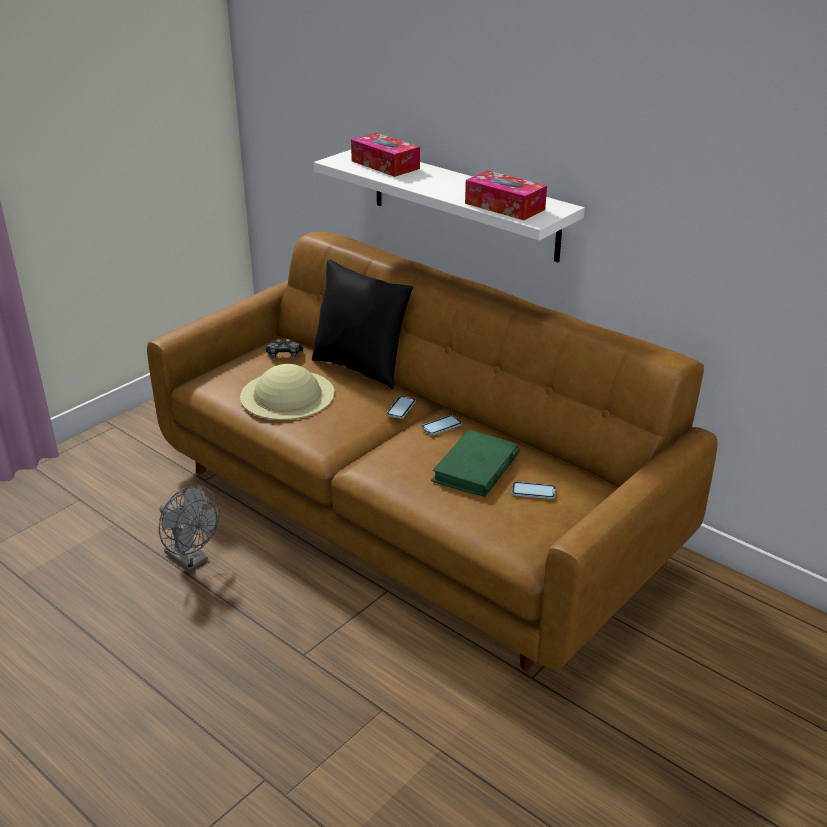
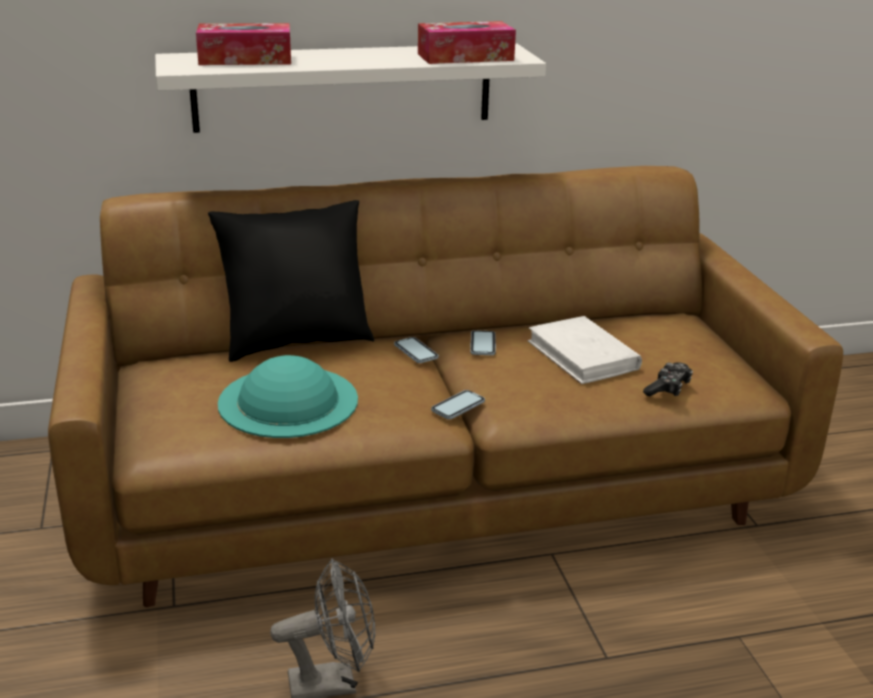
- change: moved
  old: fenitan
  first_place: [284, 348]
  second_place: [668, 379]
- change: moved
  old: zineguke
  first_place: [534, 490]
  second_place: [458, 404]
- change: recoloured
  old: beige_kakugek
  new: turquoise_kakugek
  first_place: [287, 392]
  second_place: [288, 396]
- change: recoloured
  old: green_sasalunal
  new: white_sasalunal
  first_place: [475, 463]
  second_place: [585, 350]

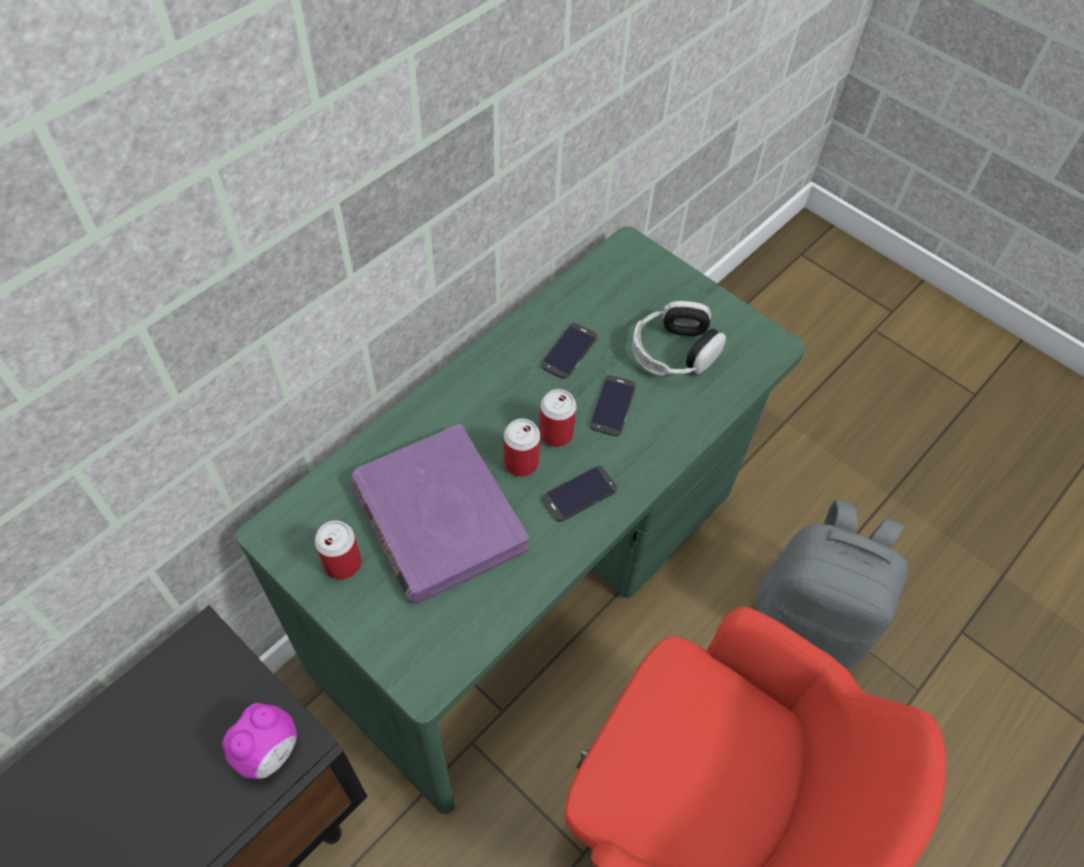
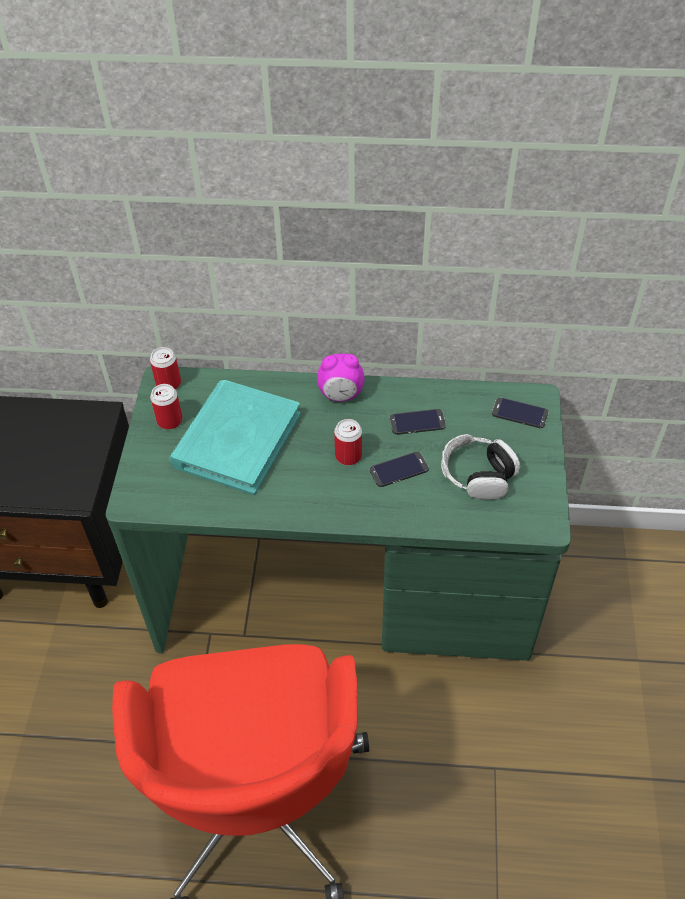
- change: removed
  old: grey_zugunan
  first_place: [831, 583]
- change: moved
  old: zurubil
  first_place: [259, 741]
  second_place: [340, 378]
- change: moved
  old: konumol
  first_place: [522, 447]
  second_place: [165, 368]
- change: moved
  old: zineguke
  first_place: [580, 494]
  second_place: [520, 412]
- change: recoloured
  old: purple_sasalunal
  new: turquoise_sasalunal
  first_place: [439, 514]
  second_place: [234, 437]

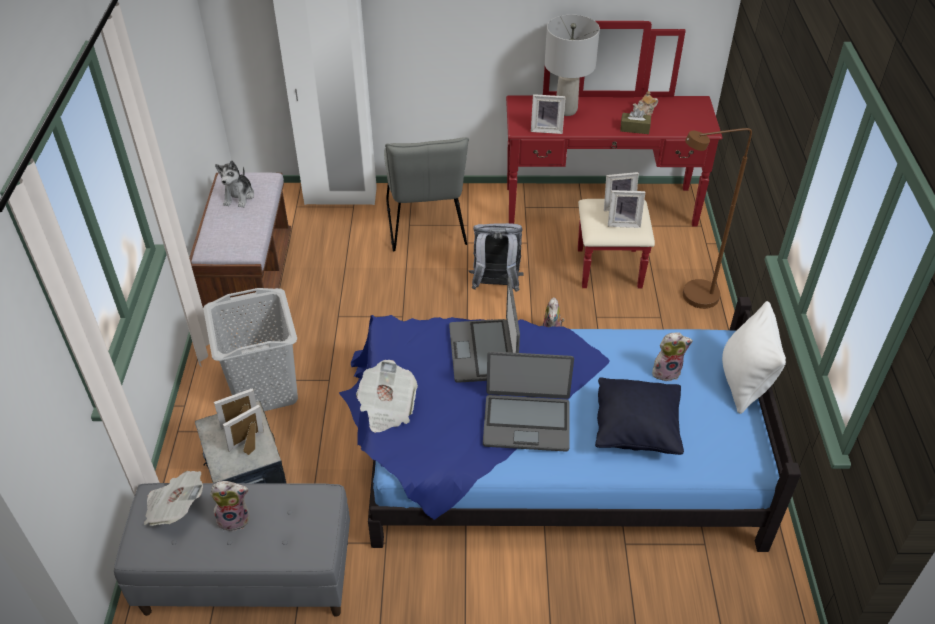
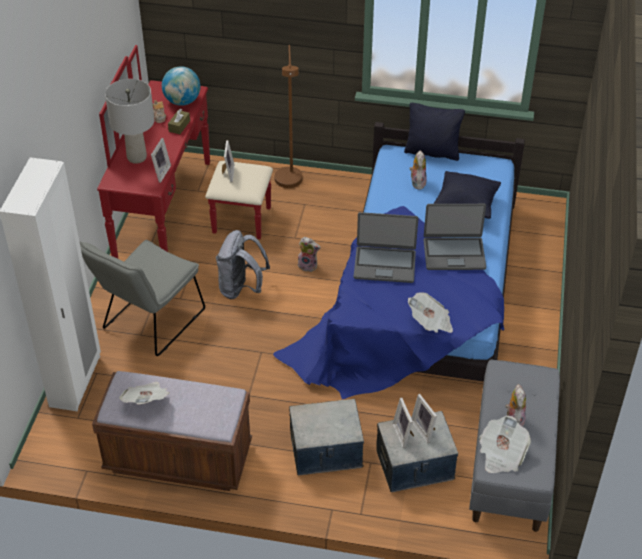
- change: removed
  old: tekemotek
  first_place: [626, 209]
- change: added
  new: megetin
  second_place: [181, 86]
- change: replaced
  old: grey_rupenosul
  new: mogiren
  first_place: [250, 349]
  second_place: [326, 437]
- change: replaced
  old: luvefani
  new: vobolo
  first_place: [234, 184]
  second_place: [144, 393]
- change: recoloured
  old: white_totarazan
  new: black_totarazan
  first_place: [754, 357]
  second_place: [434, 132]
- change: turned
  old: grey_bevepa
  first_place: [426, 194]
  second_place: [142, 298]
  degrees: 120
- change: turned
  old: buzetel
  first_place: [528, 401]
  second_place: [455, 237]
  degrees: 75

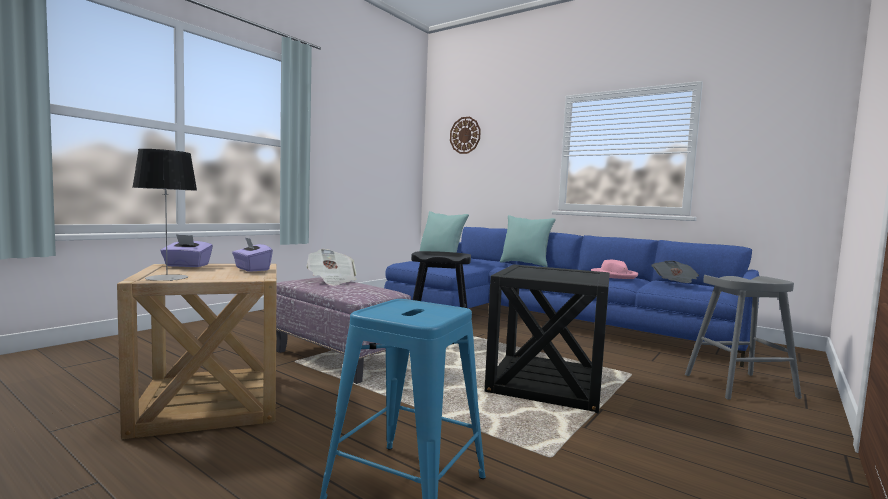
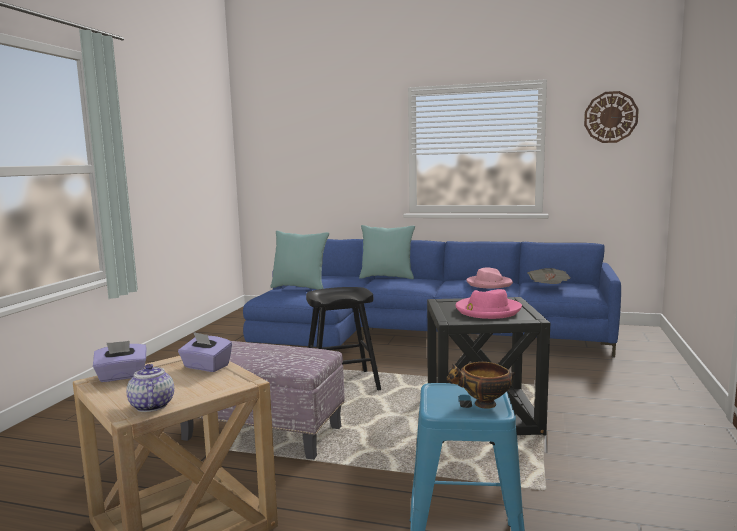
- change: removed
  old: vobolo
  first_place: [331, 267]
- change: removed
  old: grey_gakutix
  first_place: [743, 337]
- change: added
  new: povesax
  second_place: [480, 385]
- change: added
  new: pink_kakugek
  second_place: [489, 304]
- change: moved
  old: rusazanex
  first_place: [465, 135]
  second_place: [611, 117]
- change: replaced
  old: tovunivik
  new: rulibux
  first_place: [165, 215]
  second_place: [150, 388]

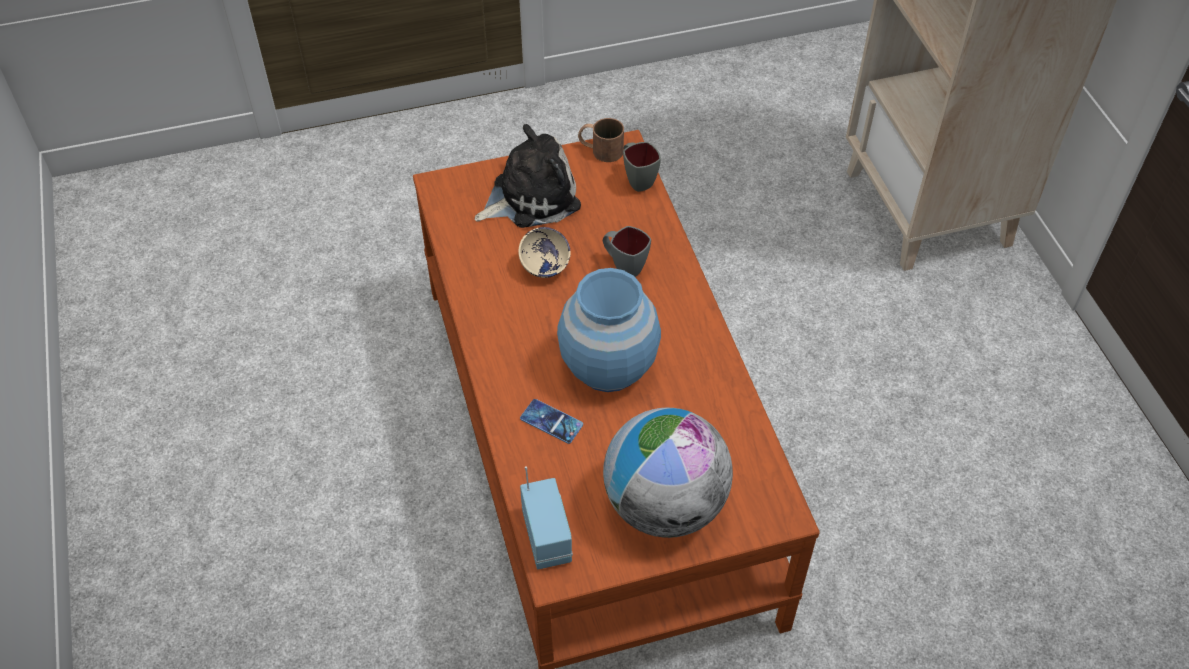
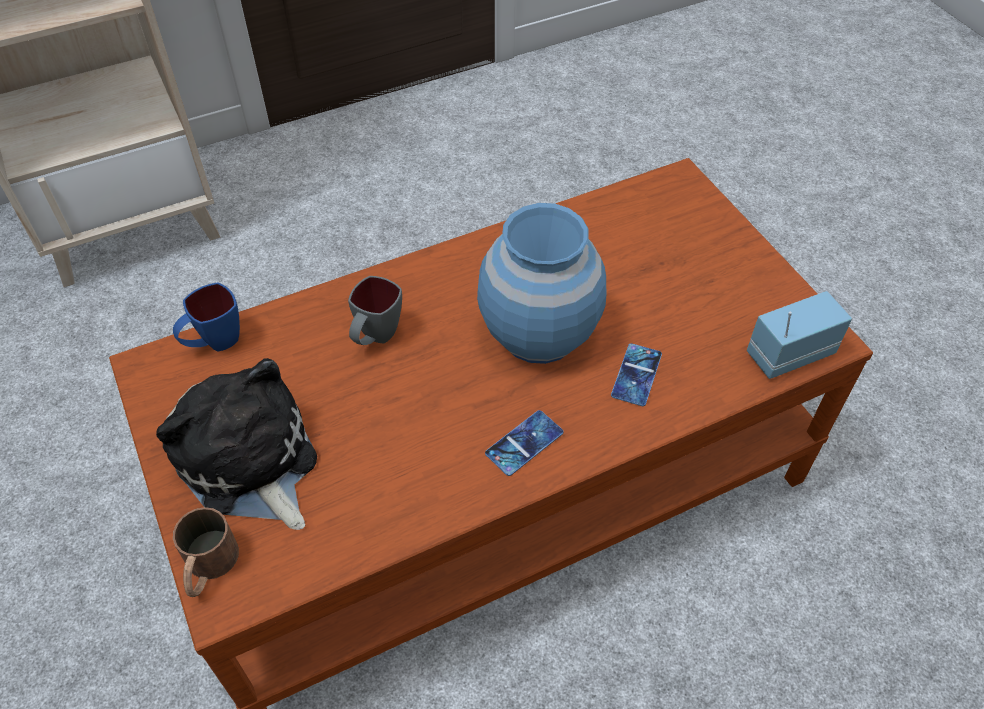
- change: removed
  old: beige_povesax
  first_place: [545, 252]
- change: removed
  old: megetin
  first_place: [668, 473]
- change: added
  new: zineguke
  second_place: [524, 443]
- change: moved
  old: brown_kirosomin
  first_place: [601, 140]
  second_place: [206, 552]
- change: recoloured
  old: grey_kirosomin
  new: blue_kirosomin
  first_place: [642, 167]
  second_place: [206, 317]

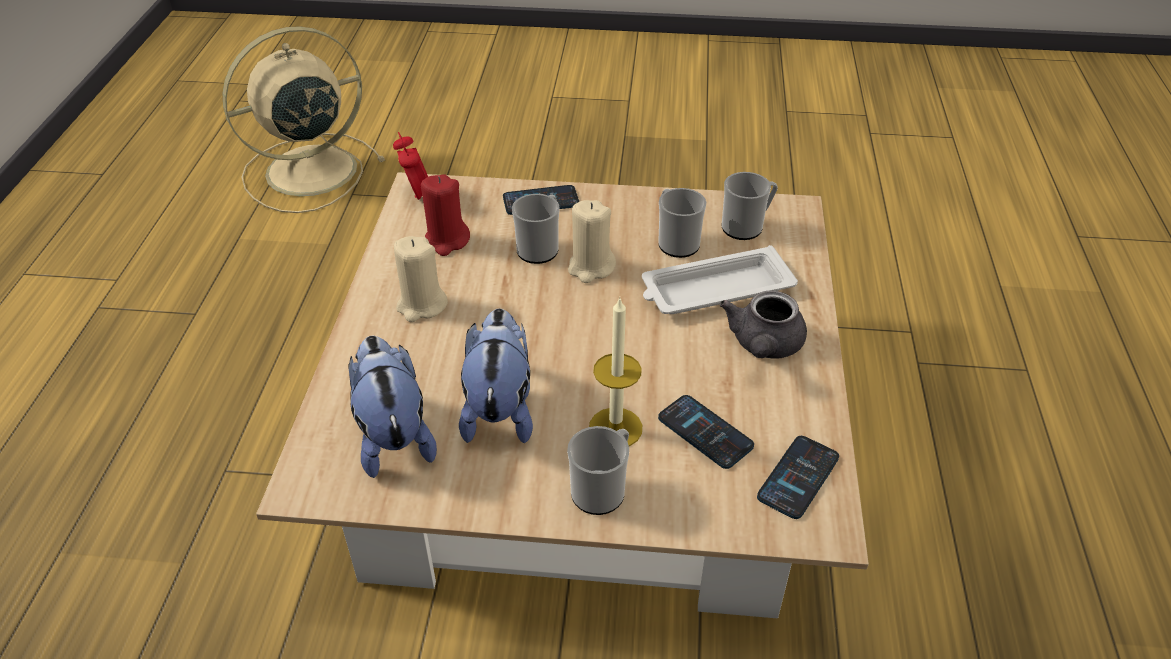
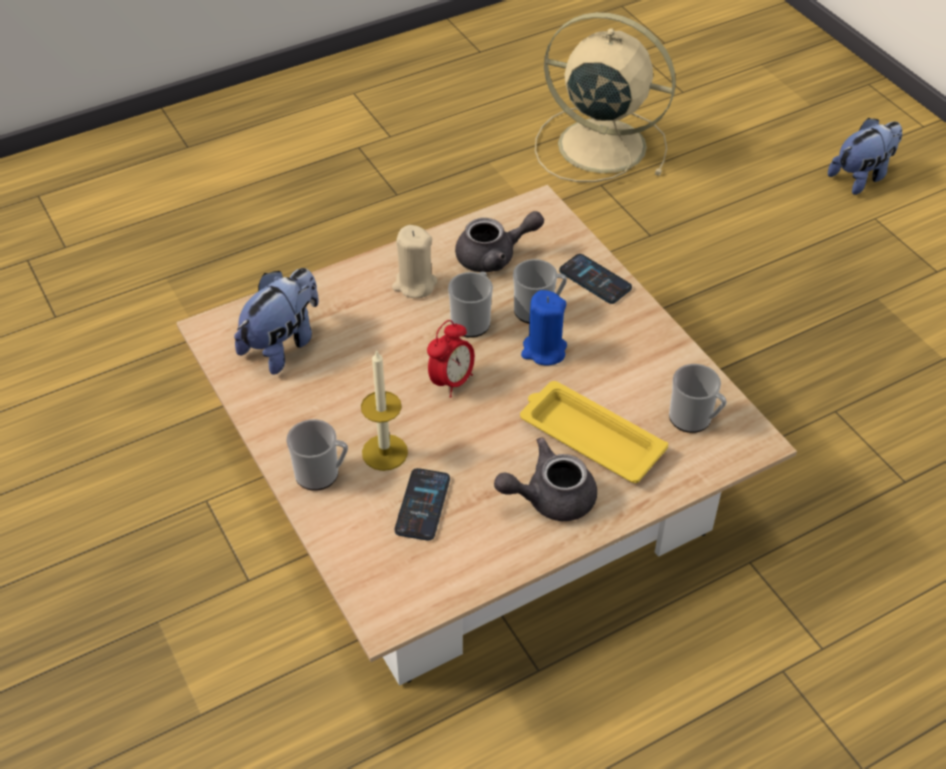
- change: removed
  old: zineguke
  first_place: [798, 477]
- change: moved
  old: zurubil
  first_place: [410, 166]
  second_place: [451, 359]
- change: moved
  old: luvefani
  first_place: [496, 375]
  second_place: [865, 156]
- change: moved
  old: kirosomin
  first_place: [682, 223]
  second_place: [470, 305]
- change: replaced
  old: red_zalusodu
  new: grey_rulibux
  first_place: [445, 215]
  second_place: [499, 241]
- change: recoloured
  old: beige_zalusodu
  new: blue_zalusodu
  first_place: [592, 241]
  second_place: [544, 327]
- change: recoloured
  old: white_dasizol
  new: yellow_dasizol
  first_place: [720, 279]
  second_place: [594, 432]

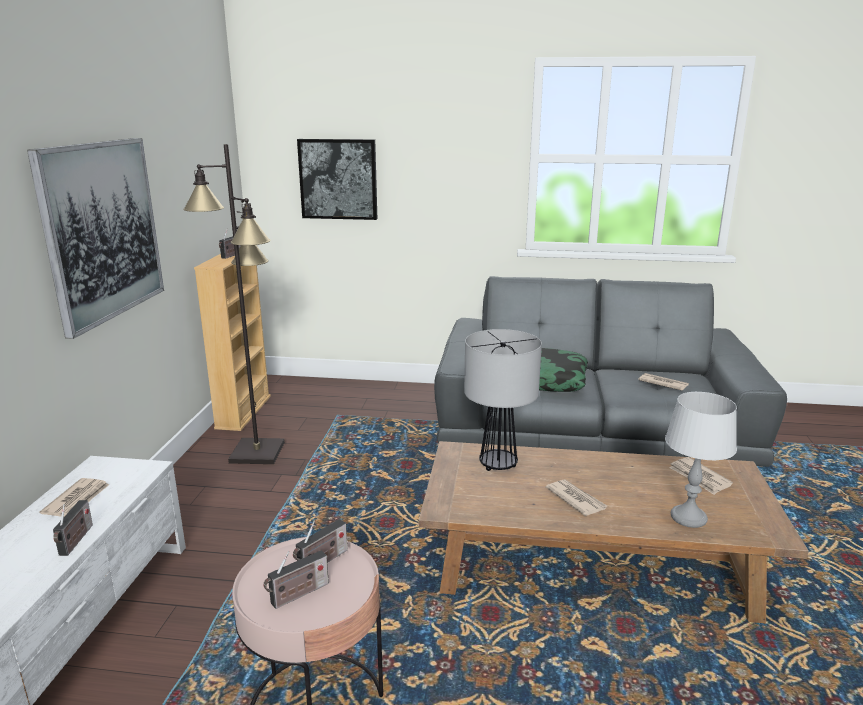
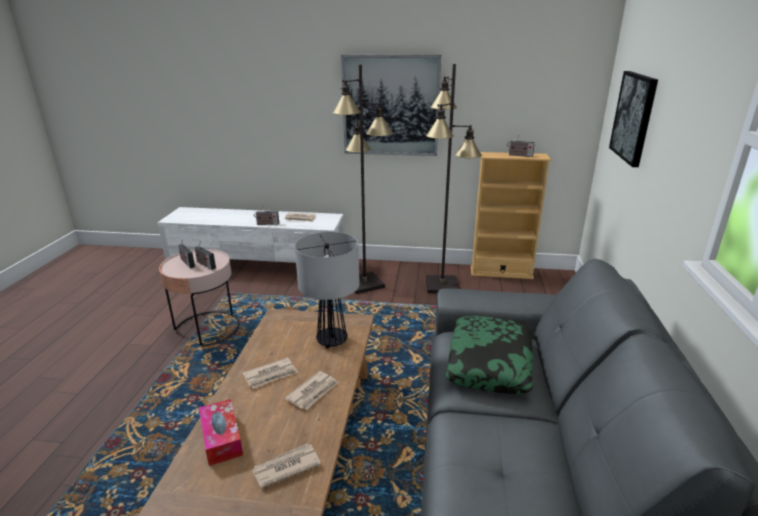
- change: added
  new: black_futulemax
  second_place: [363, 179]
- change: moved
  old: vobolo
  first_place: [663, 382]
  second_place: [311, 390]
- change: replaced
  old: grey_tovunivik
  new: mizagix
  first_place: [701, 460]
  second_place: [221, 432]

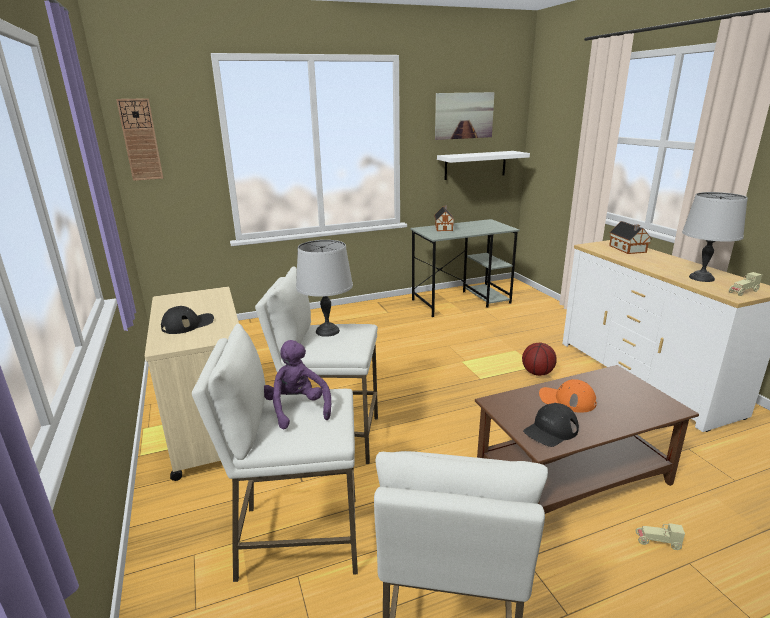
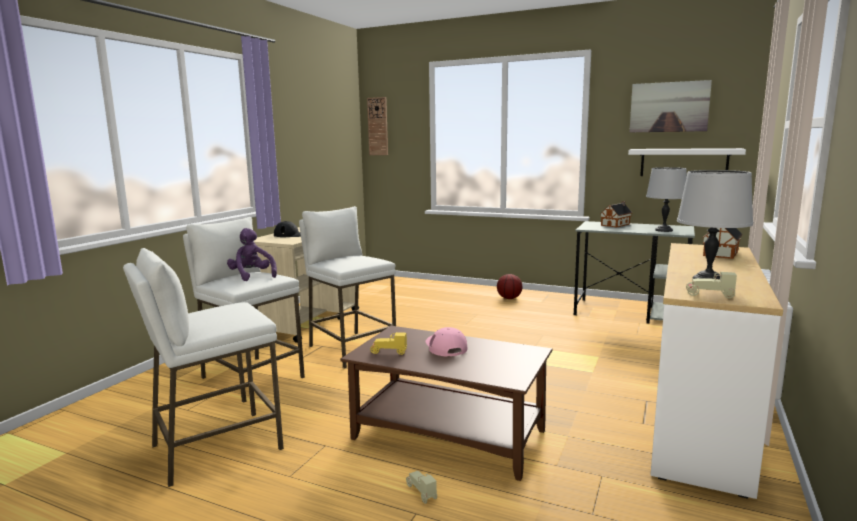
- change: moved
  old: grey_tovunivik
  first_place: [324, 288]
  second_place: [666, 199]
- change: moved
  old: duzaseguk
  first_place: [539, 359]
  second_place: [509, 286]
- change: replaced
  old: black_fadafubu
  new: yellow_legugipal
  first_place: [551, 425]
  second_place: [388, 343]
- change: recoloured
  old: orange_fadafubu
  new: pink_fadafubu
  first_place: [568, 396]
  second_place: [446, 342]
- change: turned
  old: purple_luvefani
  first_place: [297, 384]
  second_place: [252, 254]
  degrees: -60

